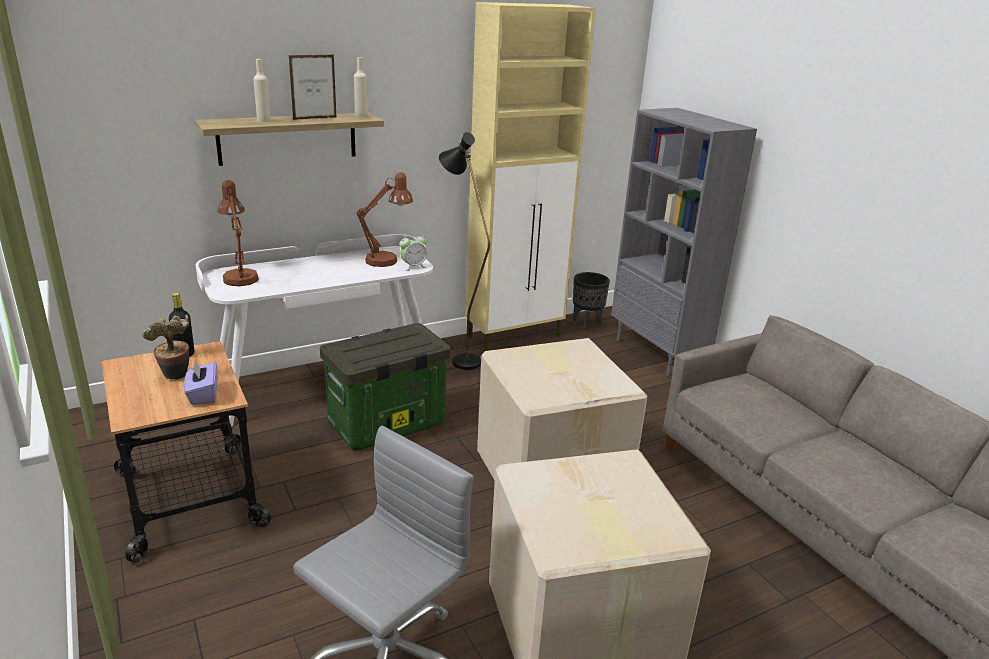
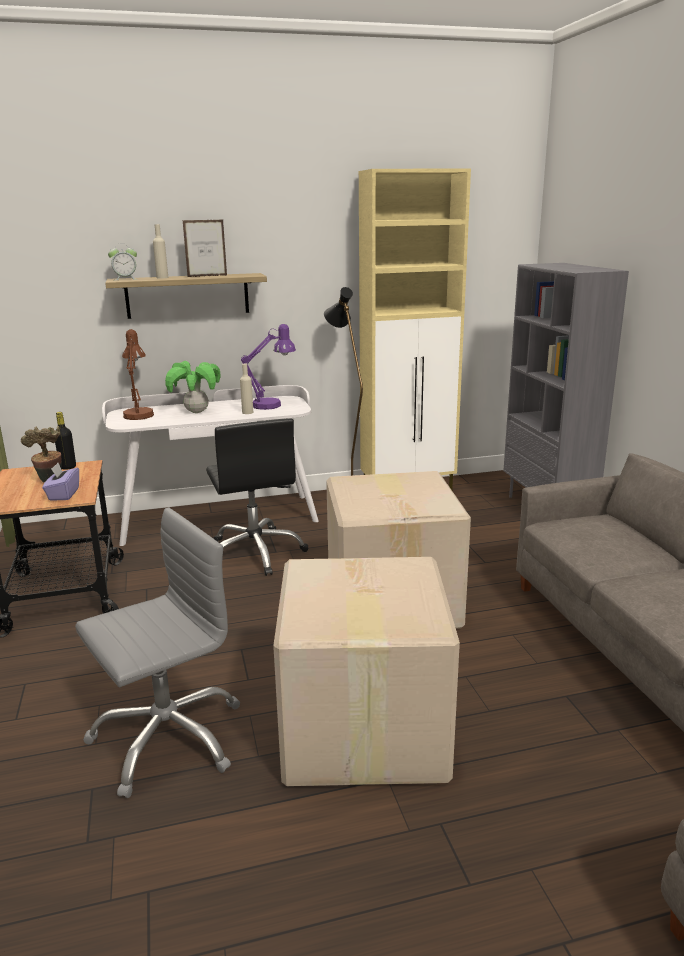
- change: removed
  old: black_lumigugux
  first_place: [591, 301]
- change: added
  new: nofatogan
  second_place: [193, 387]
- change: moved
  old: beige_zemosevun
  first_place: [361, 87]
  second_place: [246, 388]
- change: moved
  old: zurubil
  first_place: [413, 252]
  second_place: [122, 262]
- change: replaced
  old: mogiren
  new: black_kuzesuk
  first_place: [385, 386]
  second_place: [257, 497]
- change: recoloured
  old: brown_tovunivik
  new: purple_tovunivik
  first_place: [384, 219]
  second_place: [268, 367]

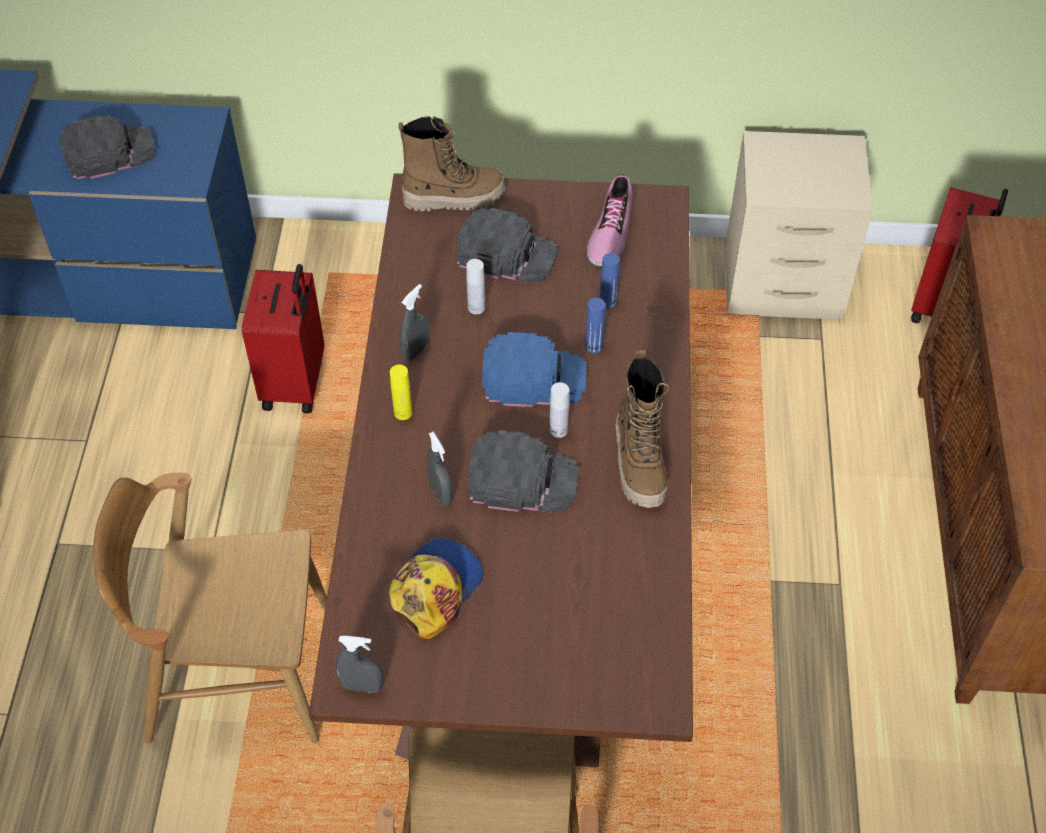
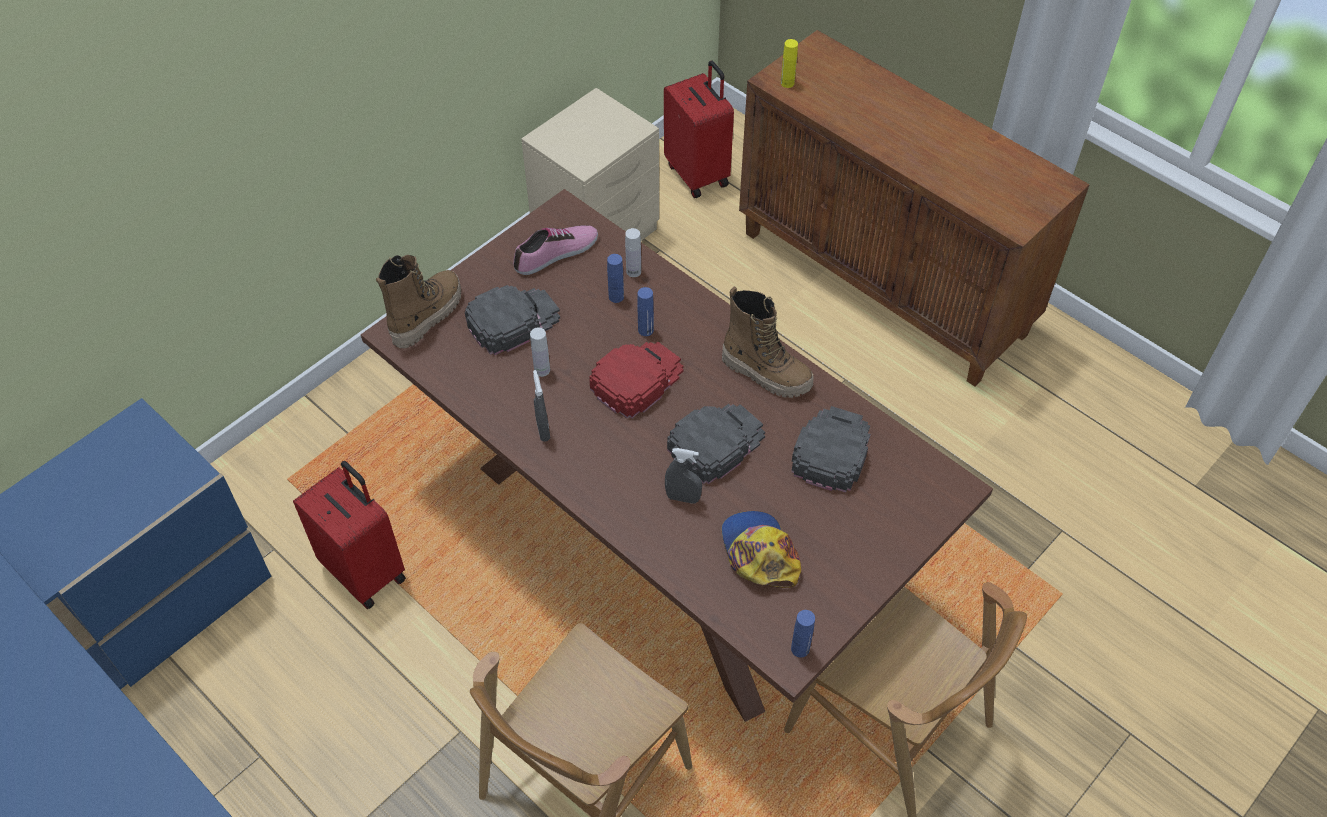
- change: moved
  old: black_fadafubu
  first_place: [107, 147]
  second_place: [831, 449]
- change: moved
  old: yellow_zemosevun
  first_place: [401, 392]
  second_place: [789, 63]
- change: moved
  old: white_zemosevun
  first_place: [559, 410]
  second_place: [633, 252]
- change: replaced
  old: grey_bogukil
  new: blue_zemosevun
  first_place: [359, 664]
  second_place: [803, 634]
- change: recoloured
  old: blue_fadafubu
  new: red_fadafubu
  first_place: [534, 369]
  second_place: [636, 380]
- change: turned
  old: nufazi
  first_place: [610, 220]
  second_place: [555, 250]
  degrees: -90

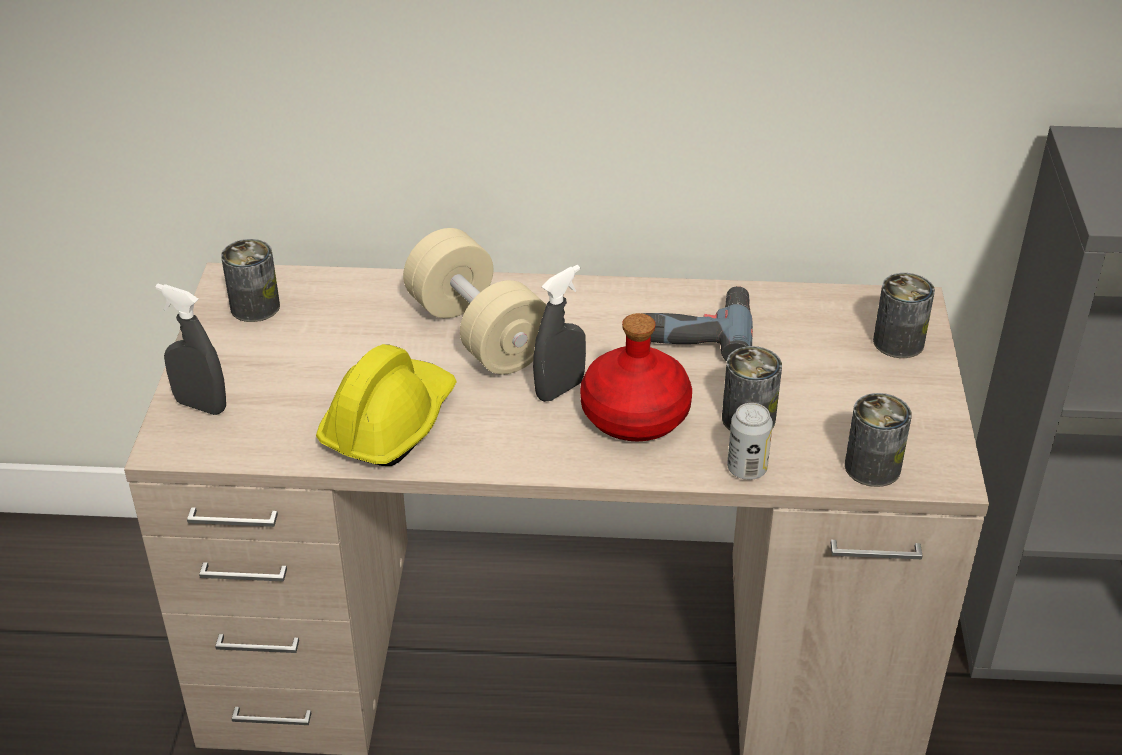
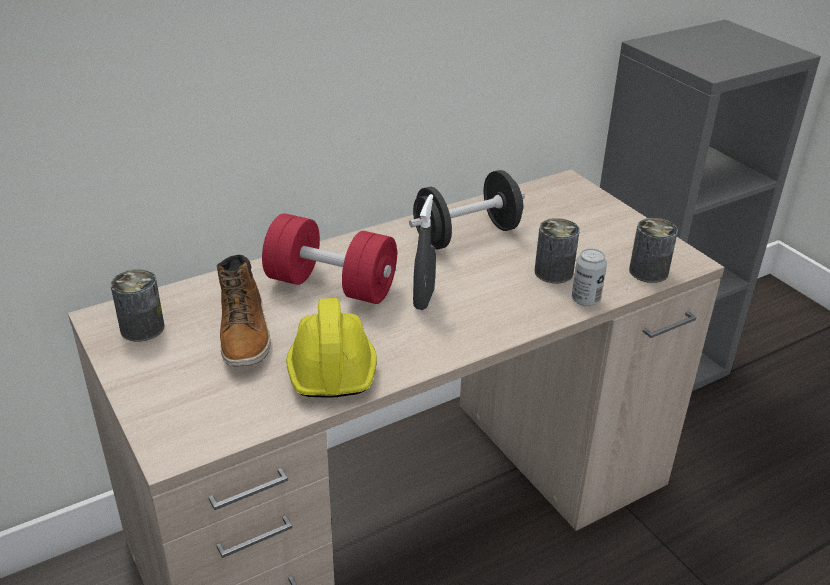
- change: removed
  old: grey_bogukil
  first_place: [191, 349]
- change: removed
  old: red_zemosevun
  first_place: [636, 377]
- change: removed
  old: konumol
  first_place: [904, 315]
- change: added
  new: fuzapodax
  second_place: [244, 310]
- change: replaced
  old: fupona
  new: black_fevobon
  first_place: [697, 323]
  second_place: [467, 210]
- change: recoloured
  old: beige_fevobon
  new: red_fevobon
  first_place: [475, 301]
  second_place: [329, 258]

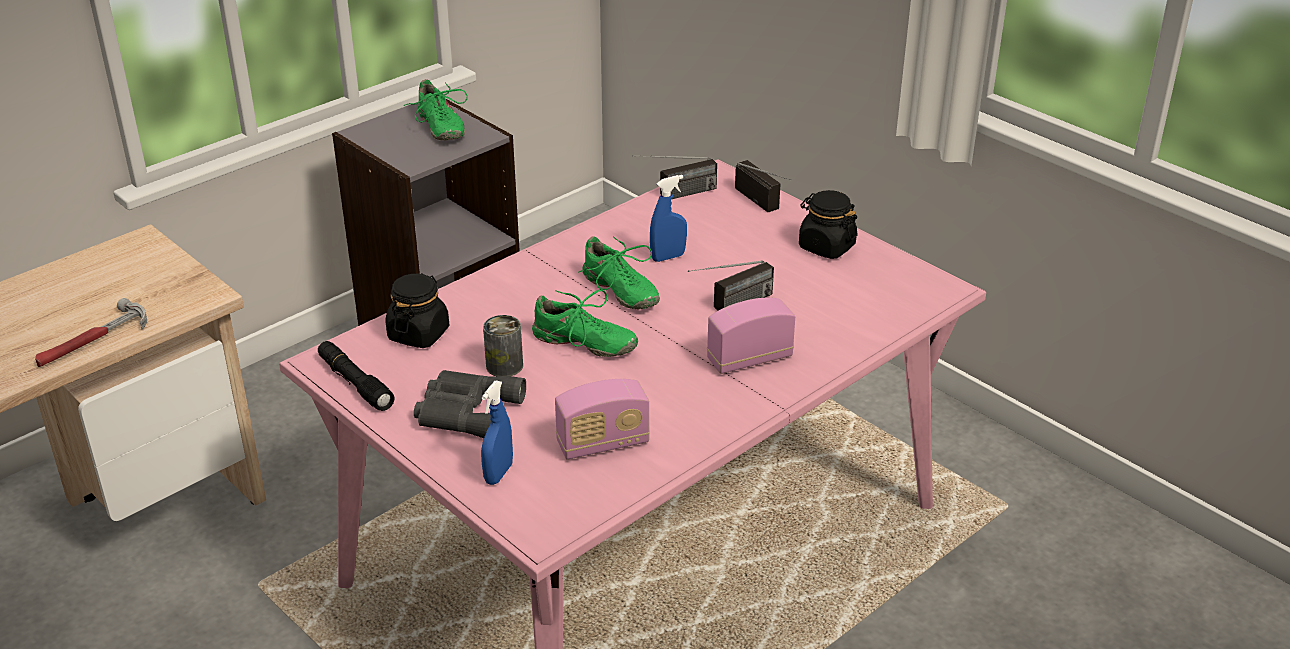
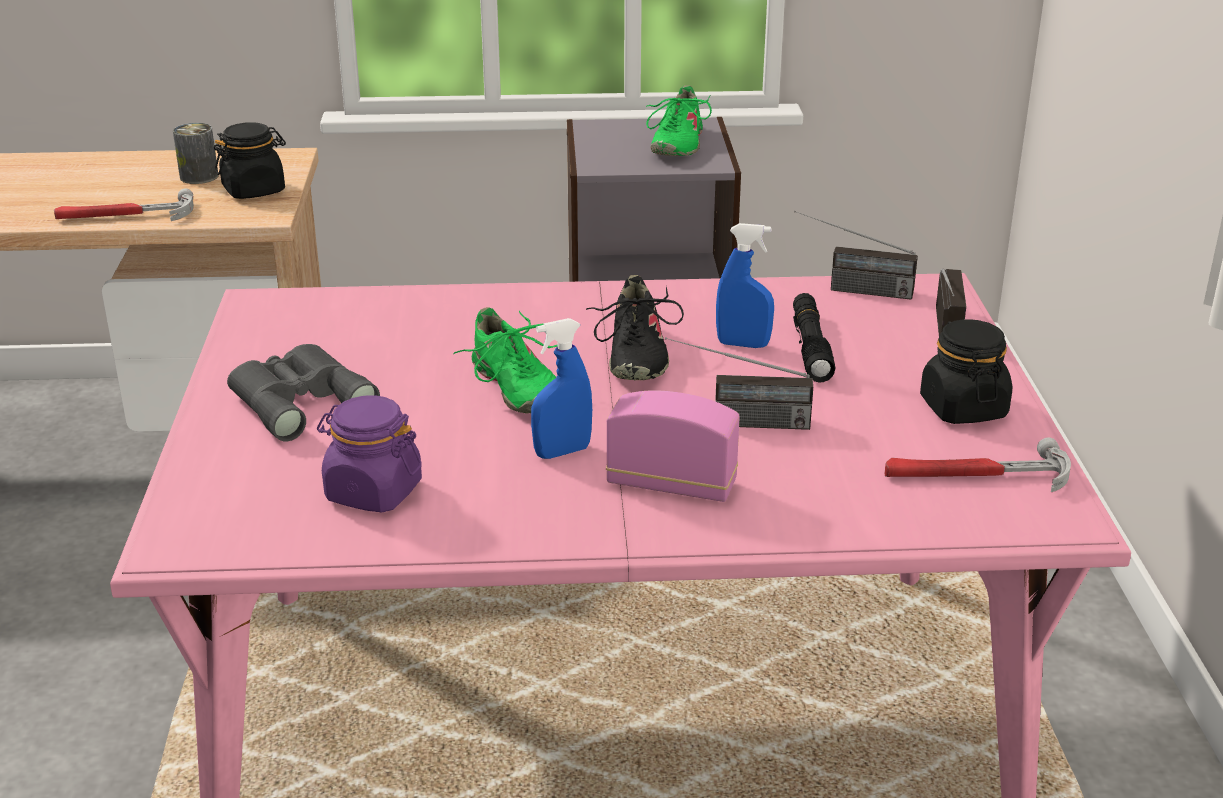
- change: added
  new: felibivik
  second_place: [978, 464]
- change: moved
  old: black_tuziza
  first_place: [356, 376]
  second_place: [814, 337]
- change: moved
  old: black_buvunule
  first_place: [417, 310]
  second_place: [250, 160]
- change: moved
  old: blue_bogukil
  first_place: [497, 433]
  second_place: [561, 388]
- change: moved
  old: konumol
  first_place: [503, 345]
  second_place: [195, 153]
- change: replaced
  old: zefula
  new: purple_buvunule
  first_place: [602, 419]
  second_place: [369, 454]
- change: recoloured
  old: green_nufazi
  new: black_nufazi
  first_place: [619, 272]
  second_place: [635, 327]

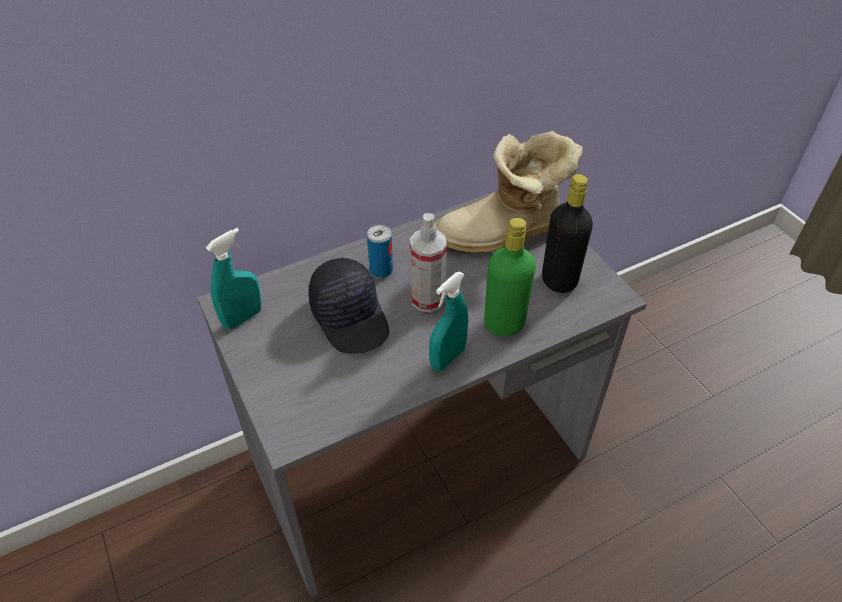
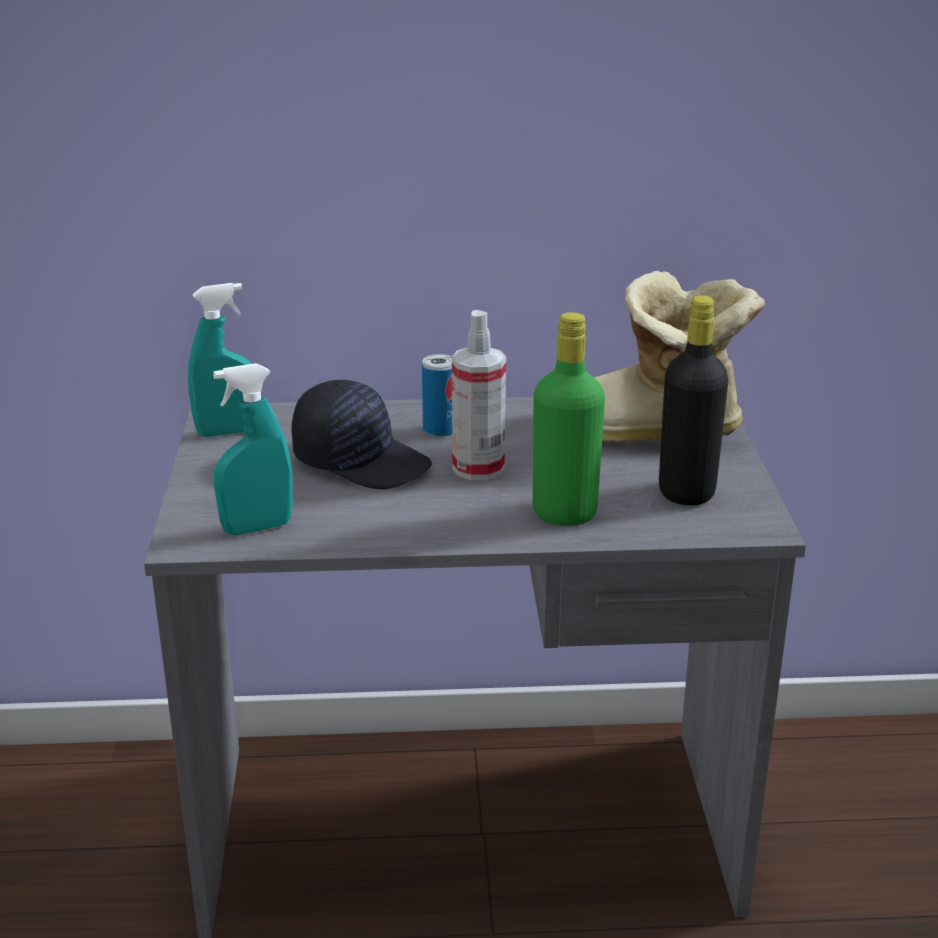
- change: moved
  old: turquoise_bogukil
  first_place: [448, 321]
  second_place: [253, 449]
- change: turned
  old: black_fadafubu
  first_place: [348, 306]
  second_place: [362, 434]
  degrees: -60

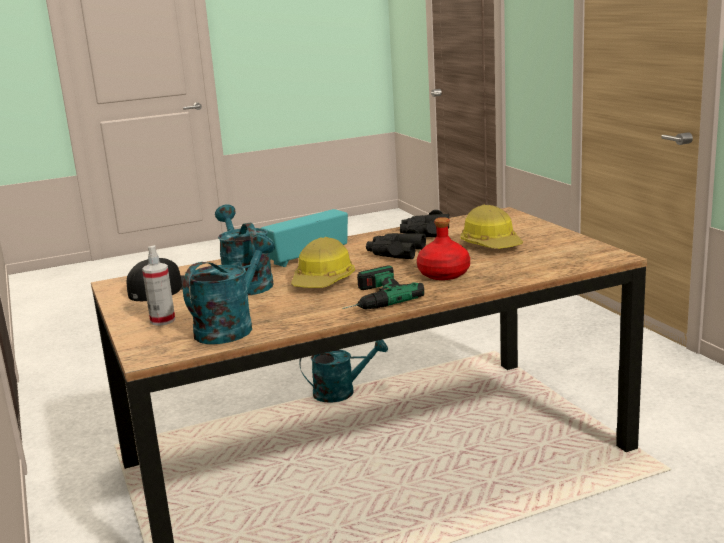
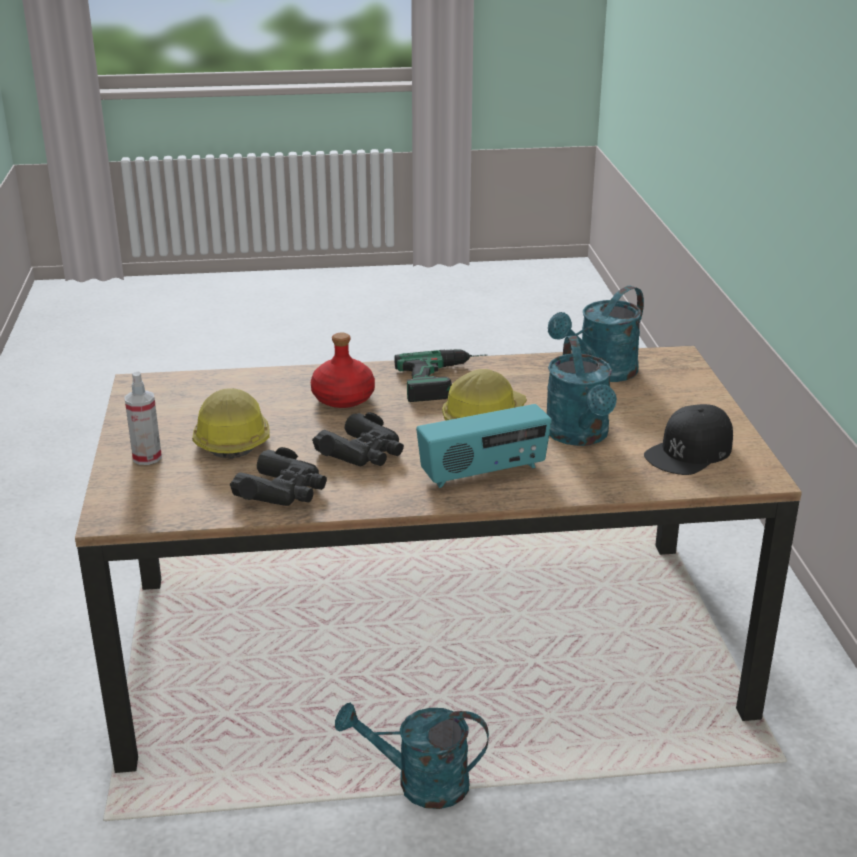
- change: moved
  old: bogukil
  first_place: [158, 285]
  second_place: [143, 418]

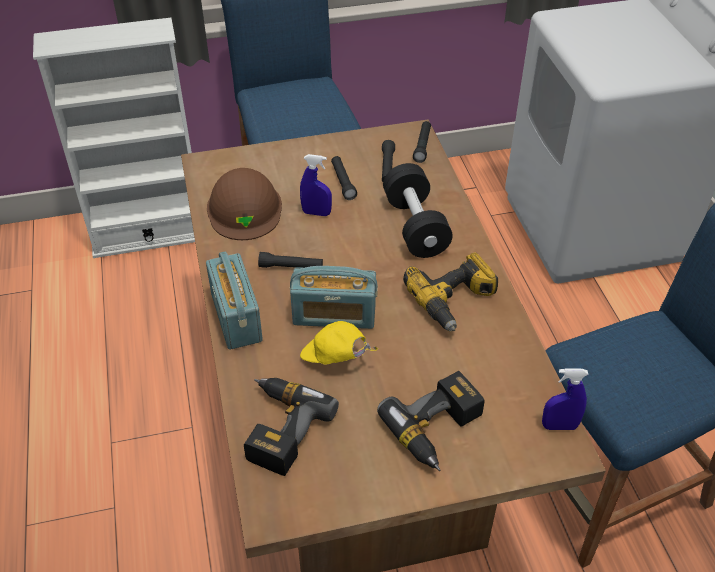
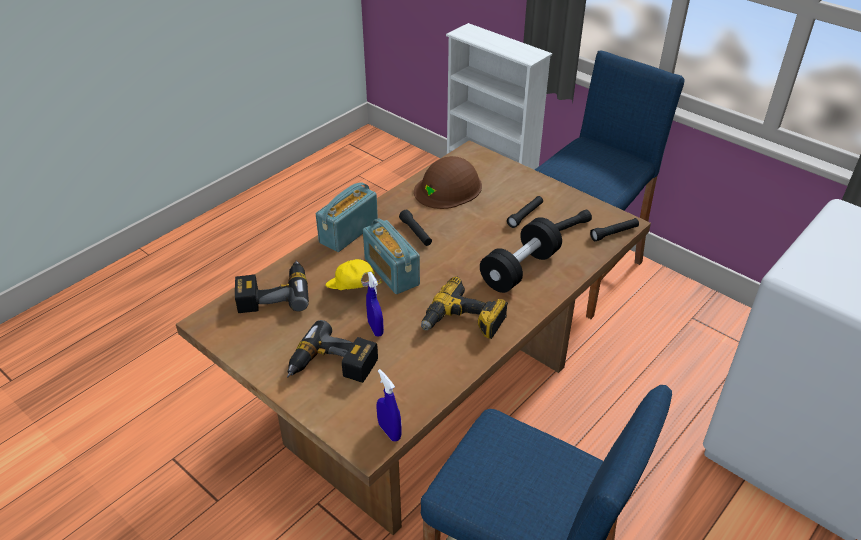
- change: moved
  old: blue_bogukil
  first_place: [316, 185]
  second_place: [375, 304]
- change: turned
  old: yellow_fadafubu
  first_place: [339, 343]
  second_place: [354, 274]
  degrees: -45

